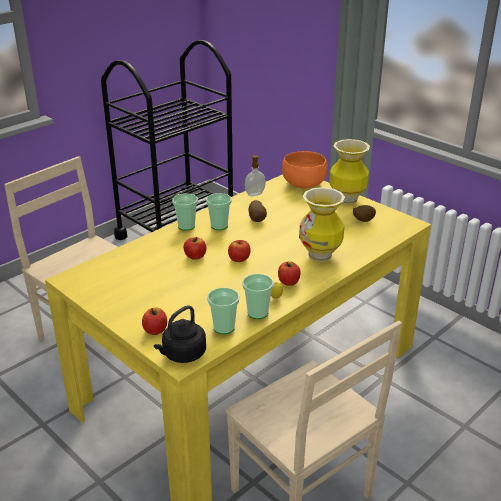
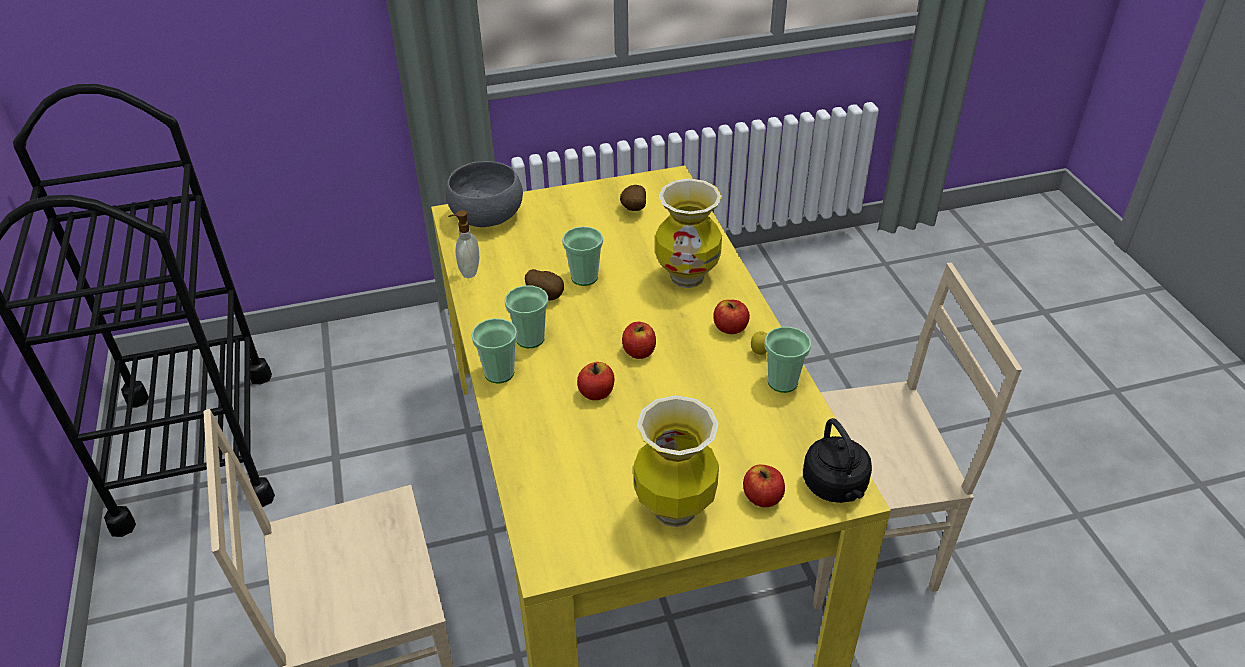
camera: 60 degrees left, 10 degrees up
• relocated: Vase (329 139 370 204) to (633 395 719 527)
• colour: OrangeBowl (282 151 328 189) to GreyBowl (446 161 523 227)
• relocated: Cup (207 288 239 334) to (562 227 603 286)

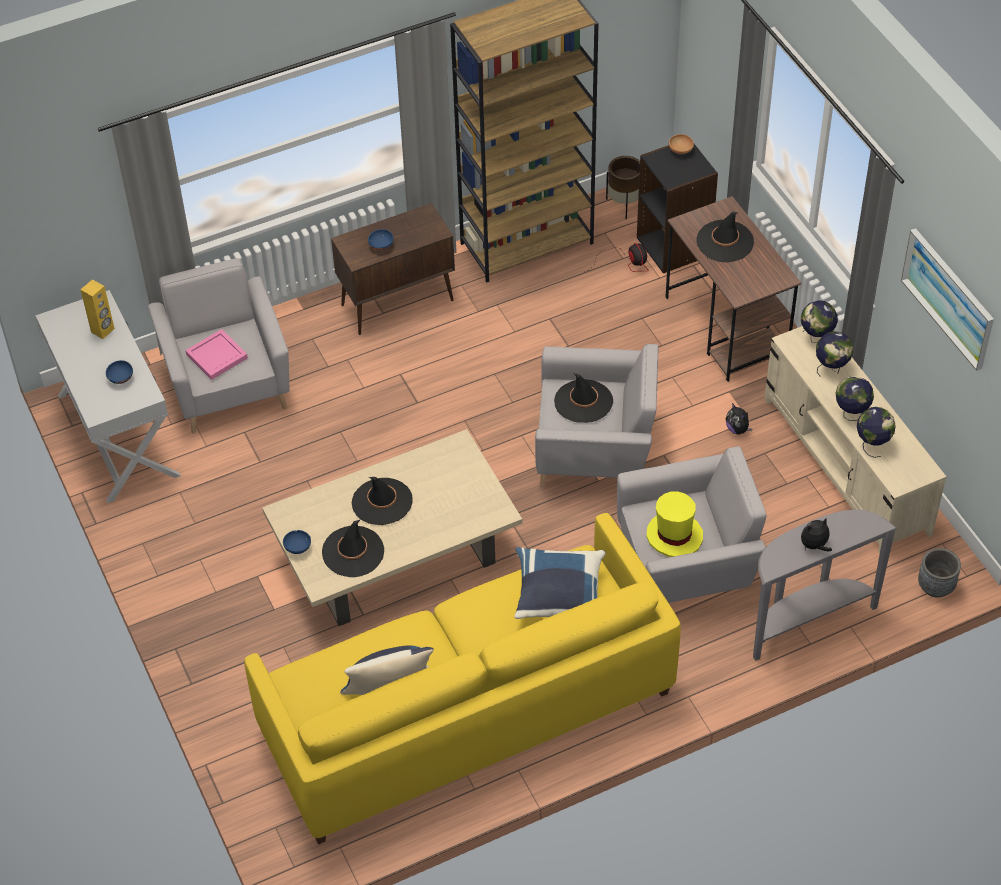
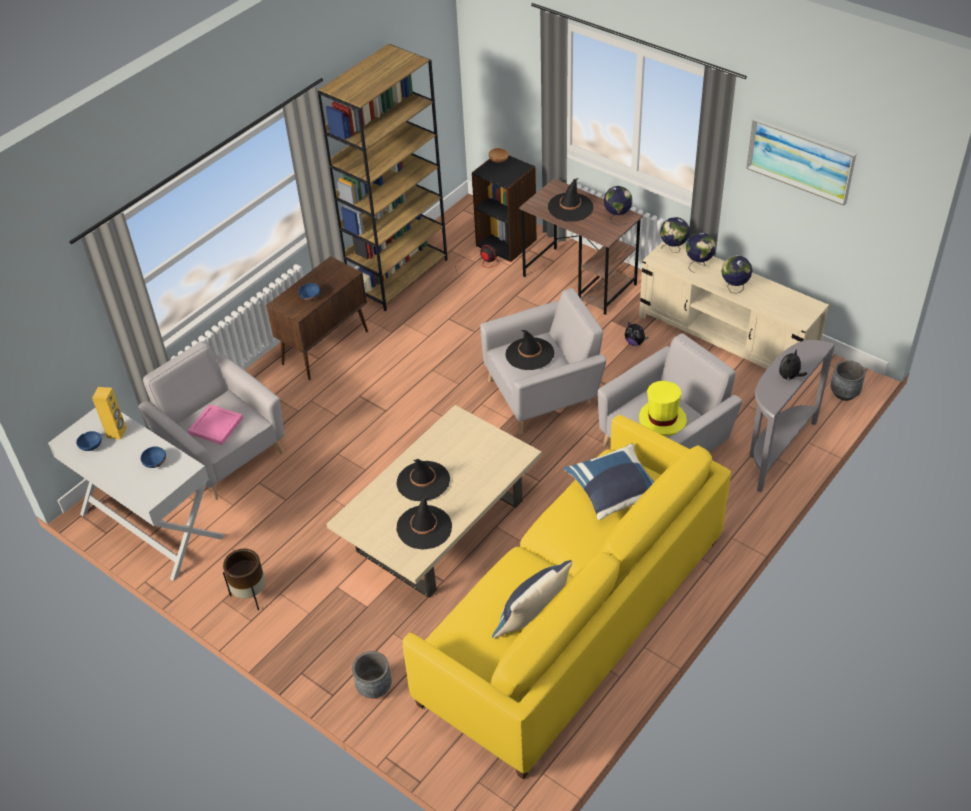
camera: 25 degrees left, 5 degrees down
• relocated: BrownPlanter (606 156 640 219) to (223 549 265 610)
• relocated: Globe (857 407 896 458) to (604 186 632 225)
• relocated: BlueBowl (283 530 311 554) to (76 431 102 451)
• appeared: GreyPlanter (352 651 392 698)

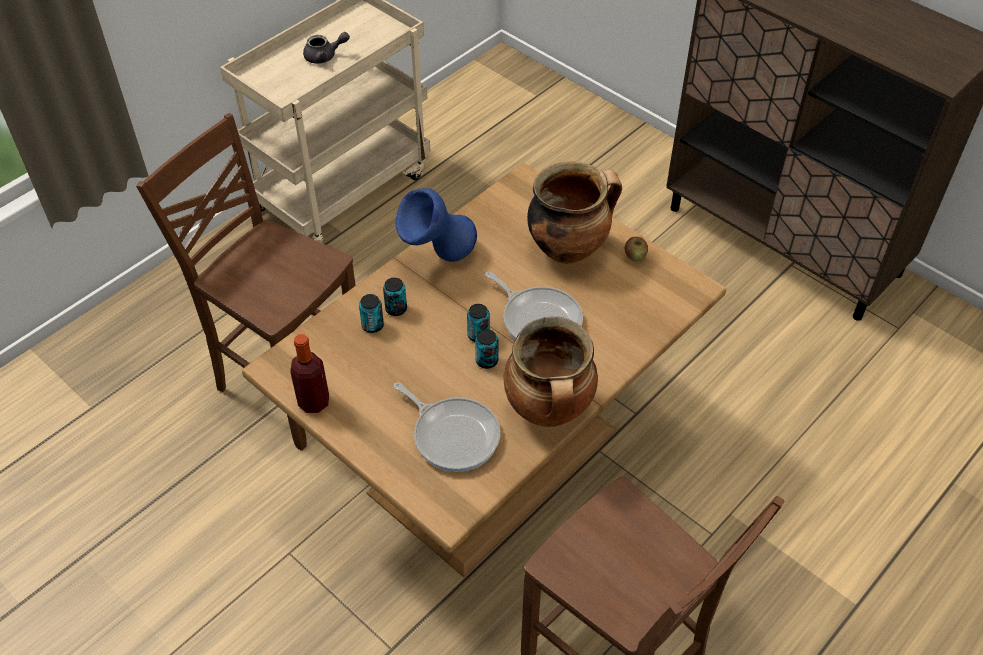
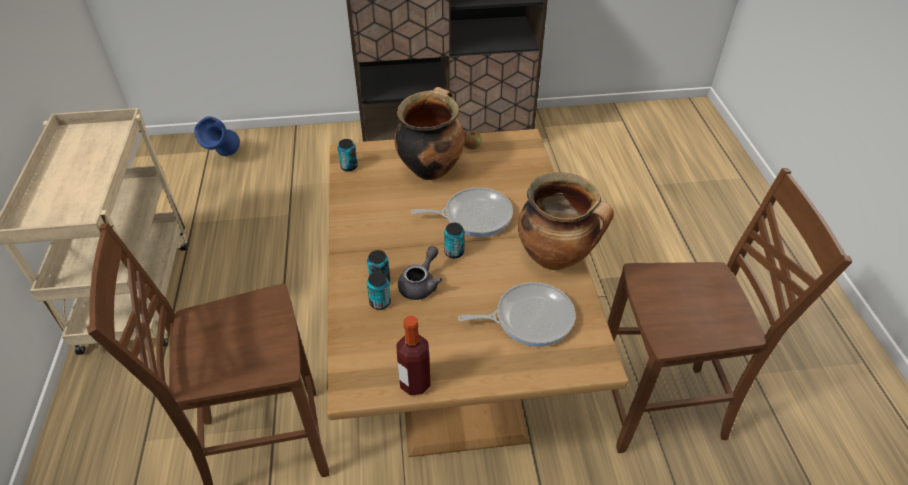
camera: 50 degrees left, 5 degrees down
• relocated: GreyTeapot (303 32 350 64) to (398 246 442 300)
• relocated: BlueVase (396 188 477 262) to (194 116 240 156)
• relocated: Can (475 329 499 369) to (338 139 358 172)

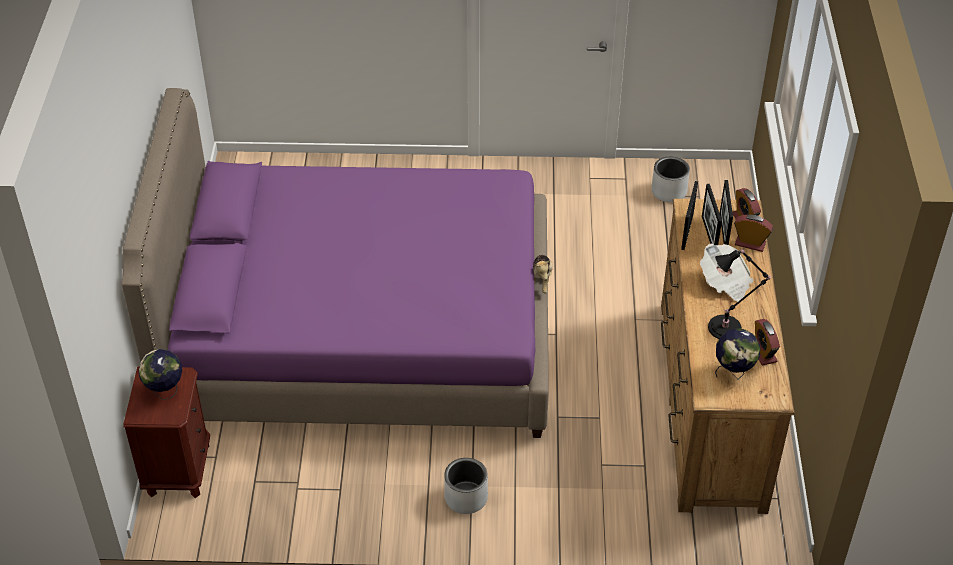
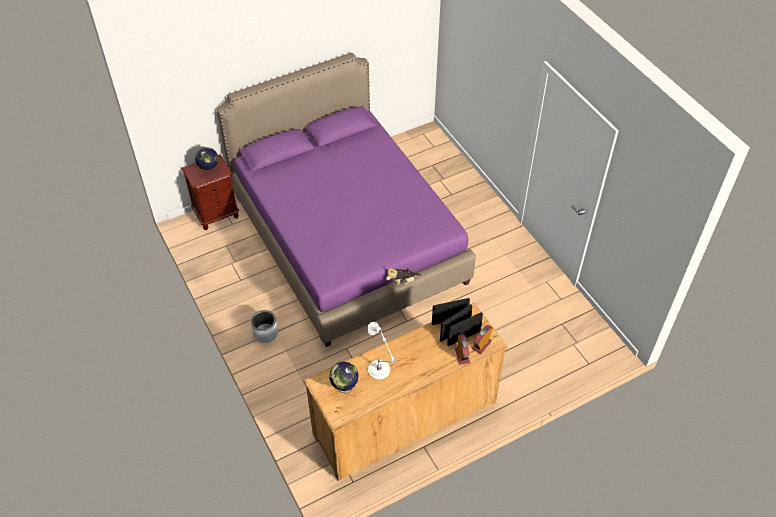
camera: 60 degrees right, 5 degrees up
• missing: GreyPlanter (651 157 690 202)
• missing: Newspaper (700 244 753 302)
• colour: BlackTableLamp (708 249 771 339) to WhiteTableLamp (367 322 397 380)
• missing: AlarmClock (755 319 780 366)

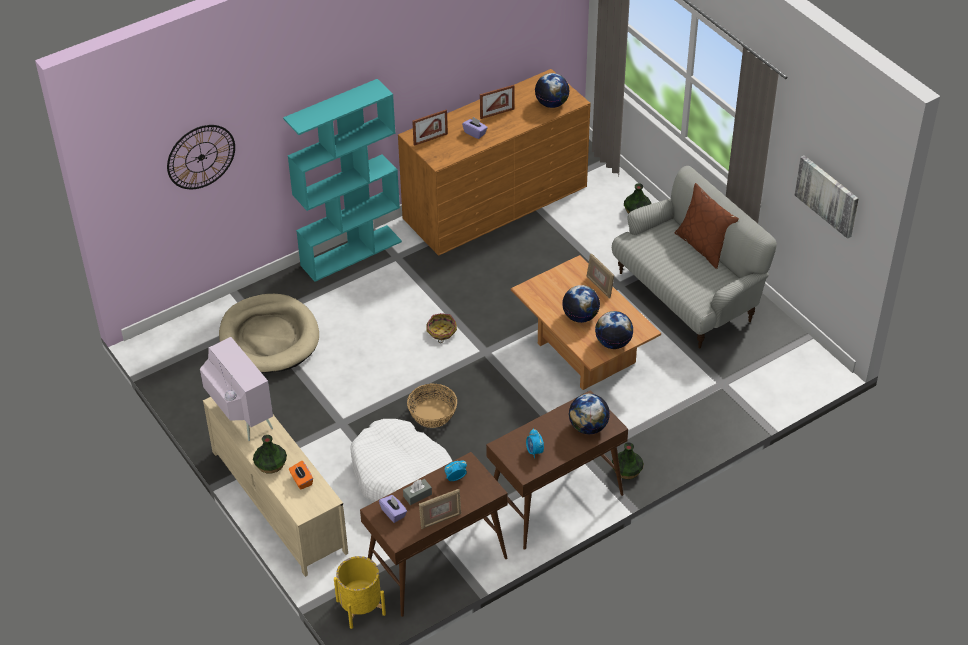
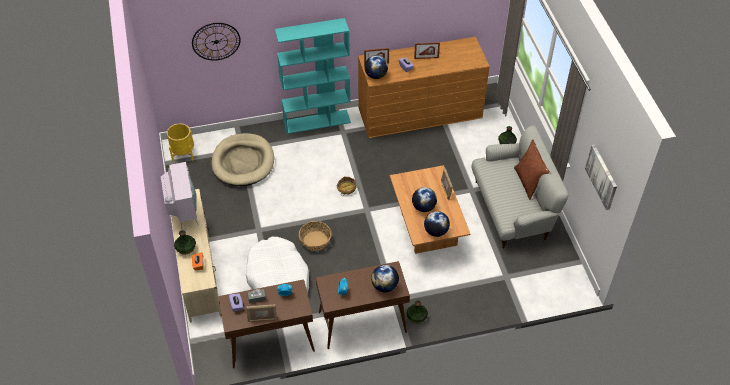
camera: 20 degrees right, 5 degrees up
• relocated: Globe (535 73 570 108) to (365 55 388 79)
• relocated: YellowPlanter (334 556 386 629) to (167 123 194 162)

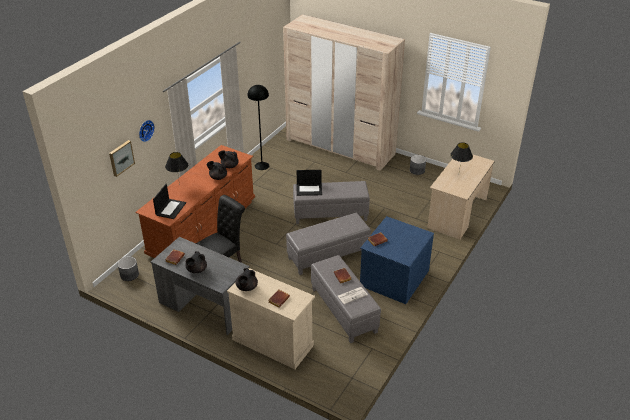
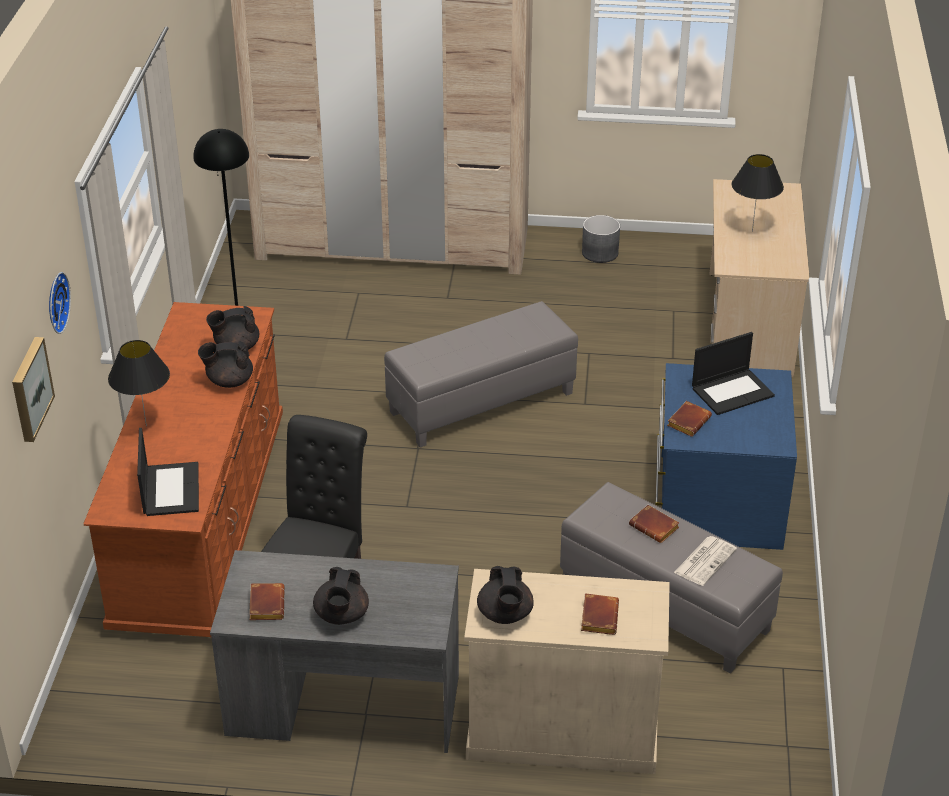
camera: 25 degrees left, 0 degrees up
• relocated: Laptop (297 170 322 196) to (692 332 775 415)
• missing: GreyOttoman (286 213 371 275)
• missing: GreyPlanter (117 256 139 281)

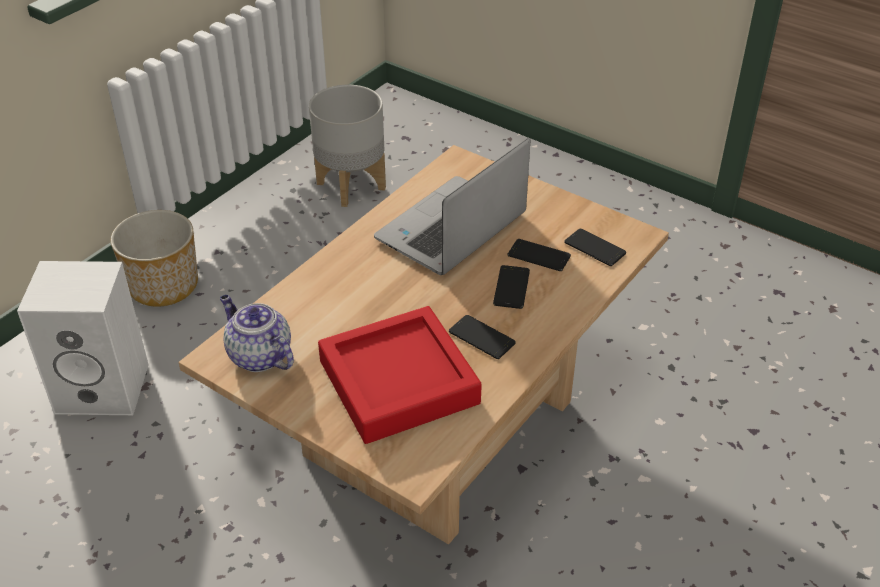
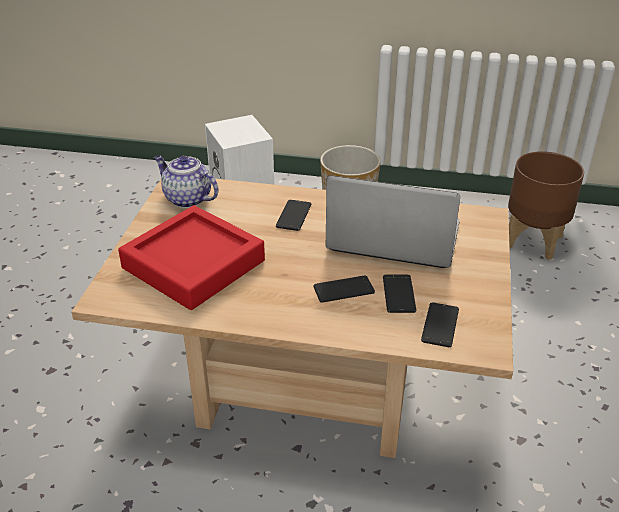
camera: 65 degrees right, 5 degrees down
• colour: GreyPlanter (309 85 386 207) to BrownPlanter (508 151 584 260)
• spun: Teapot (220 295 294 372) = (154 155 218 208) 75 degrees counterclockwise
• relocated: Phone (449 315 516 359) to (276 200 311 231)

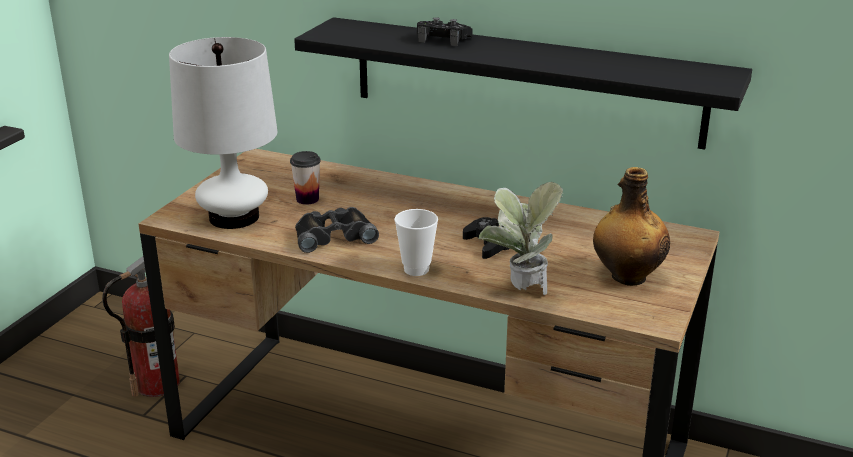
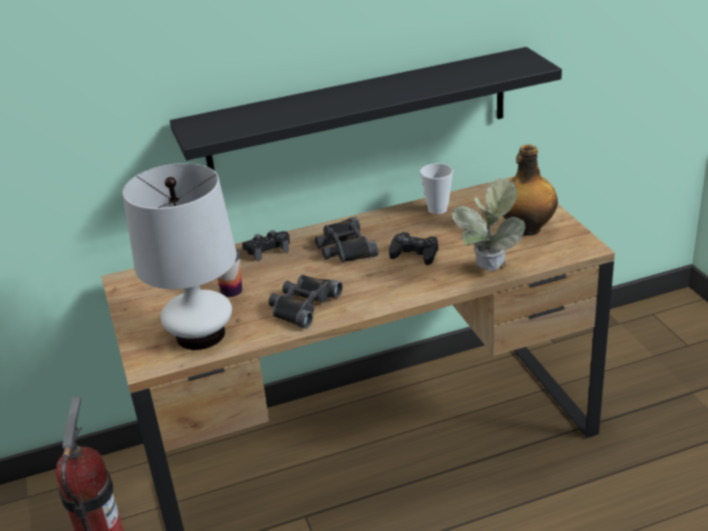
camera: 40 degrees left, 5 degrees up
• relocated: BlackGameController (417 17 473 46) to (242 230 290 261)
• relocated: Cup (394 209 438 276) to (420 163 453 214)
• appeared: BlackBinoculars (315 217 378 262)

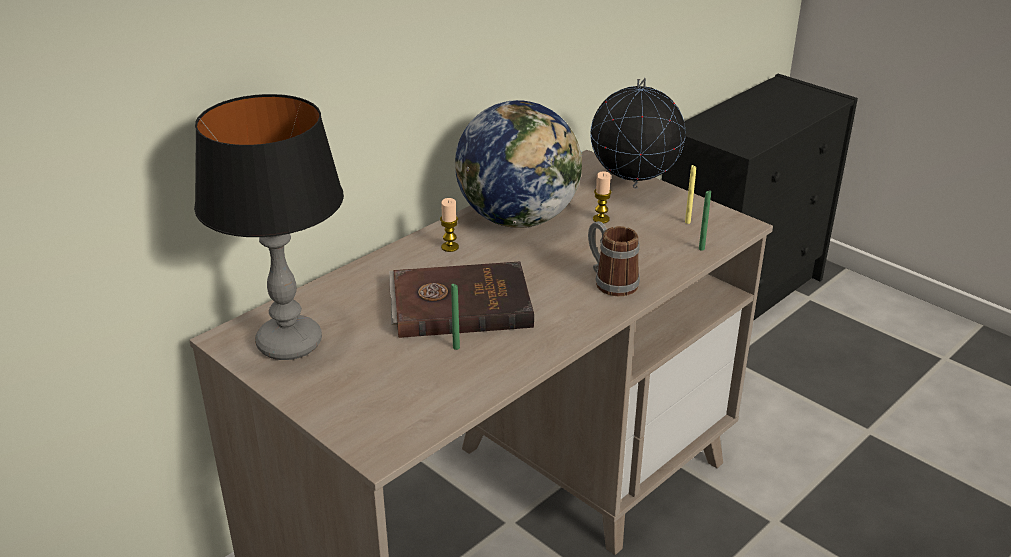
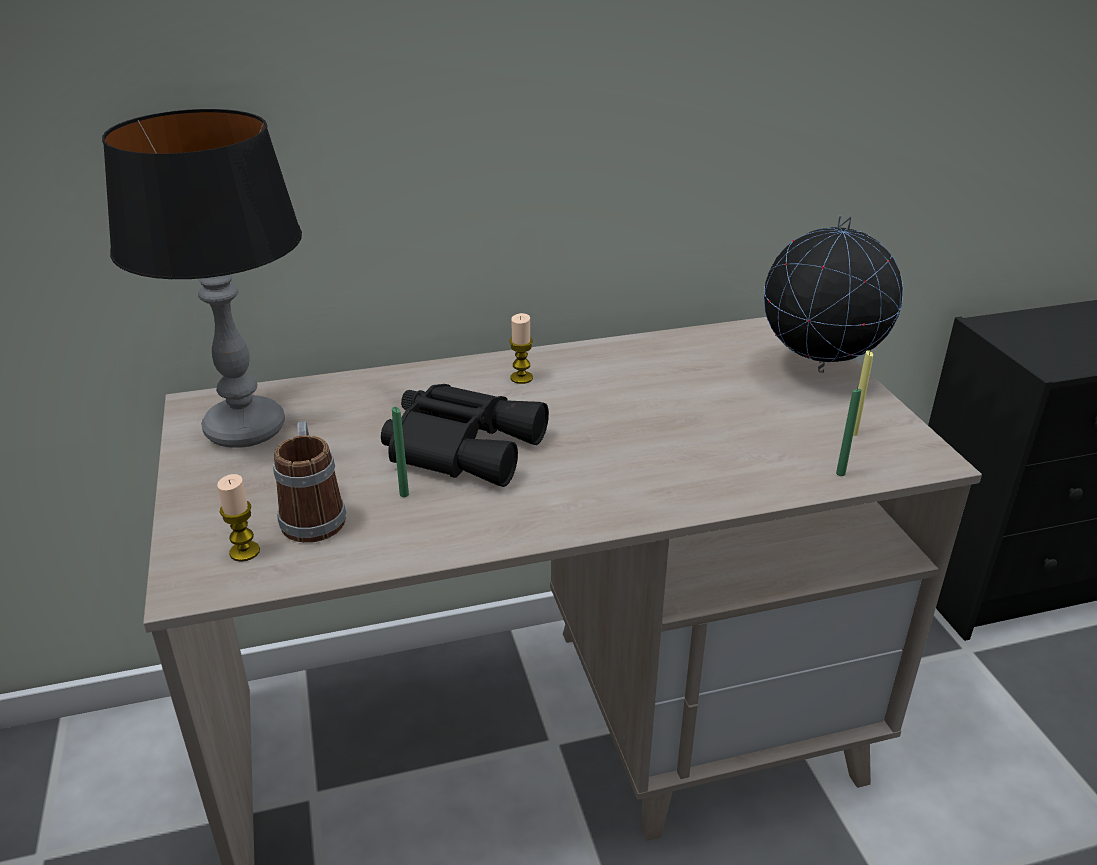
camera: 30 degrees right, 0 degrees up
• missing: Globe (455 100 582 228)
• relocated: Candle (593 171 611 223) to (217 474 260 562)
• relocated: Mug (588 221 640 296) to (273 421 346 543)
• exchanged: BrownBook (389 261 534 338) to BlackBinoculars (381 384 549 487)

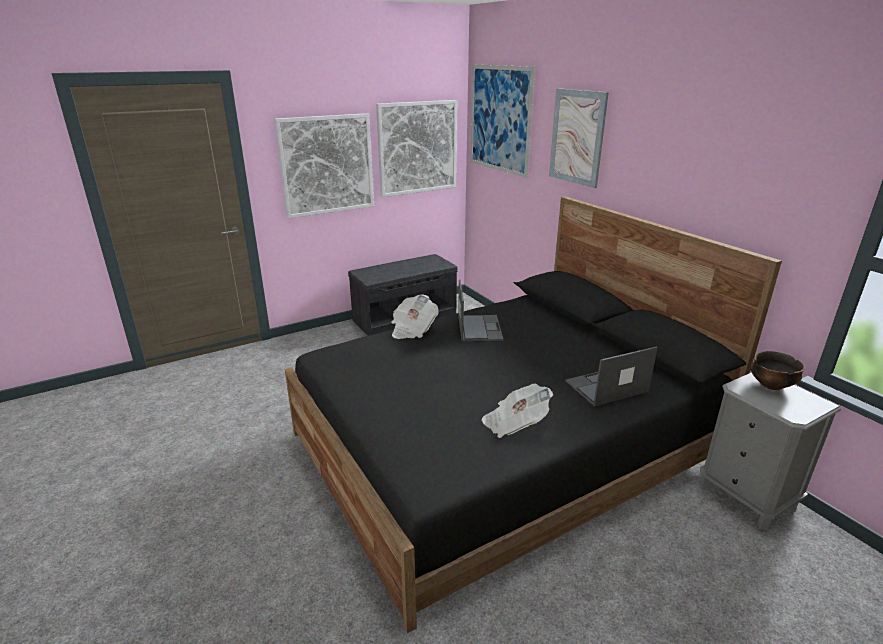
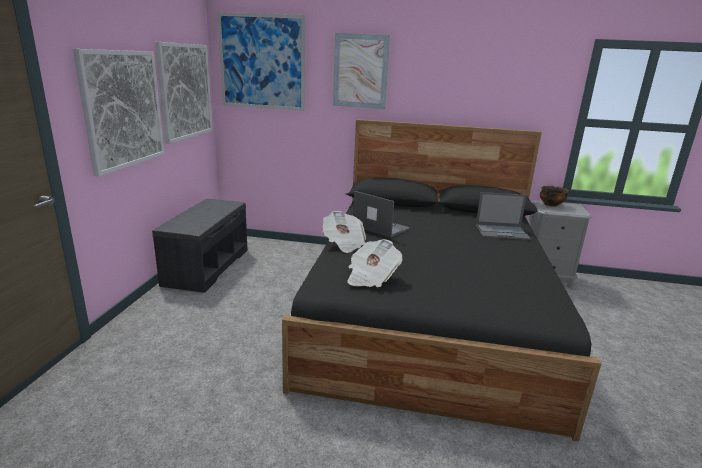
camera: 50 degrees left, 5 degrees down
• spun: Laptop (566 347 658 407) = (476 192 531 240) 105 degrees counterclockwise
• relocated: Newspaper (481 384 553 438) to (347 239 403 287)

